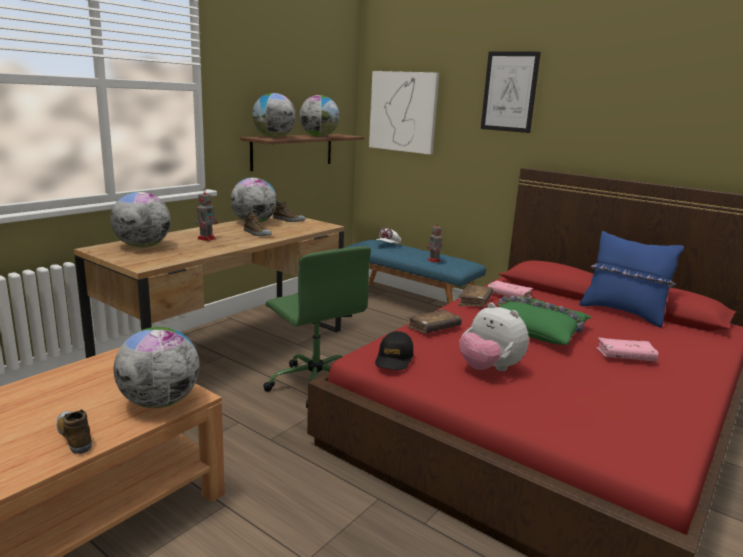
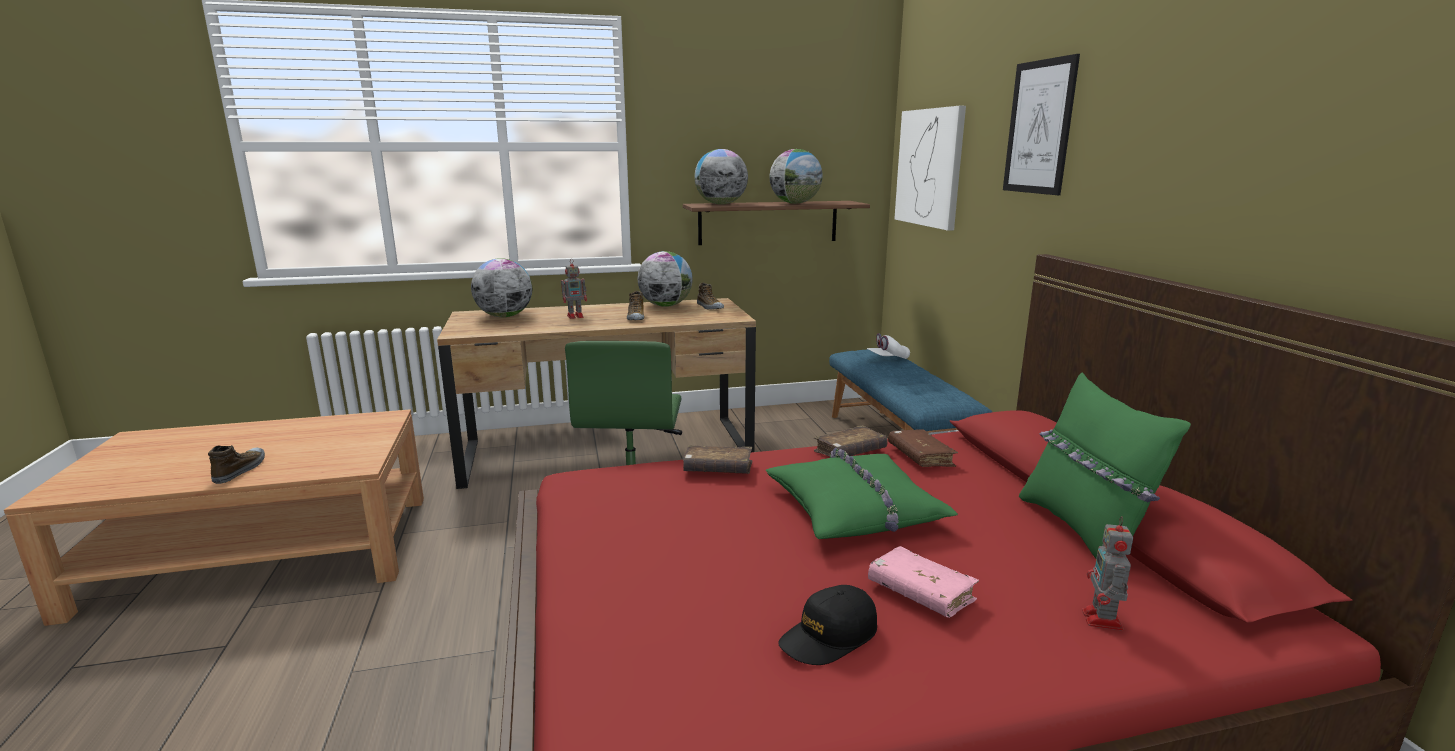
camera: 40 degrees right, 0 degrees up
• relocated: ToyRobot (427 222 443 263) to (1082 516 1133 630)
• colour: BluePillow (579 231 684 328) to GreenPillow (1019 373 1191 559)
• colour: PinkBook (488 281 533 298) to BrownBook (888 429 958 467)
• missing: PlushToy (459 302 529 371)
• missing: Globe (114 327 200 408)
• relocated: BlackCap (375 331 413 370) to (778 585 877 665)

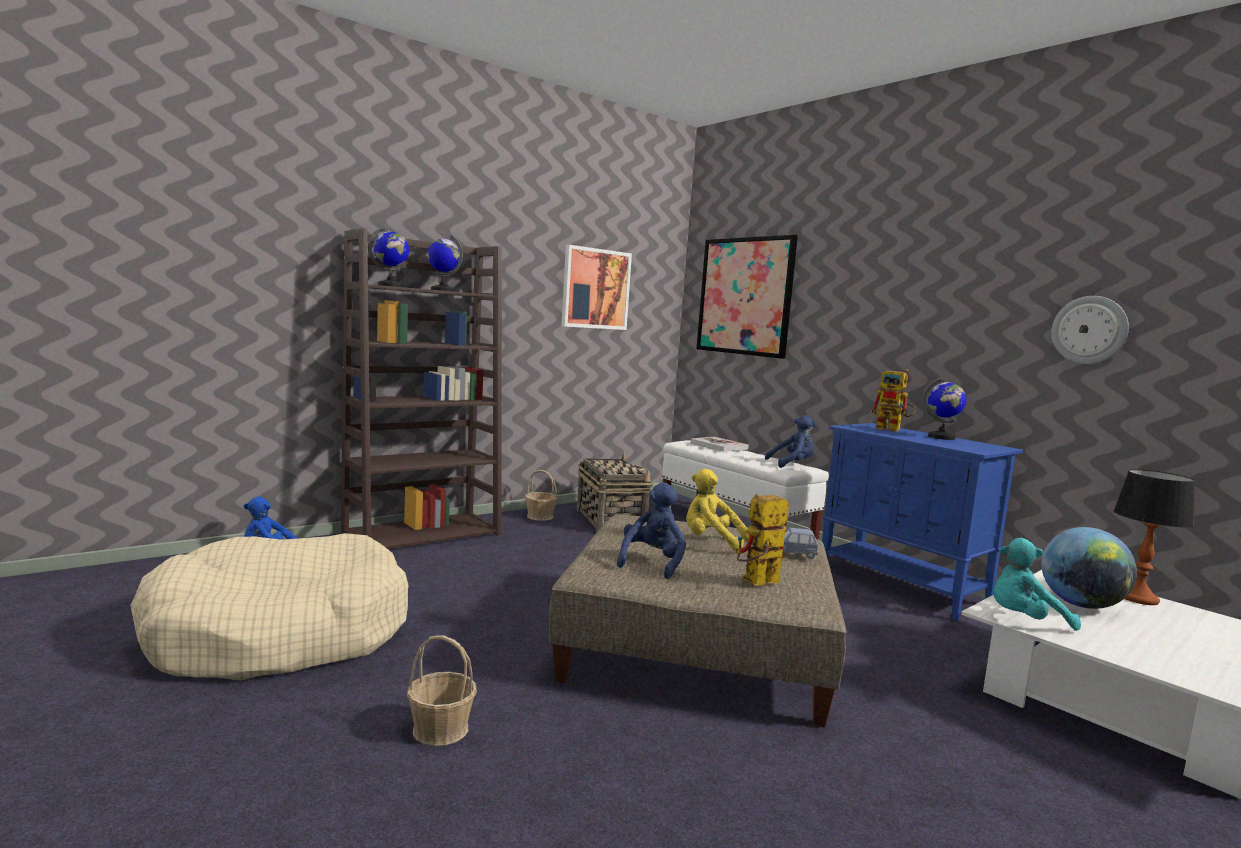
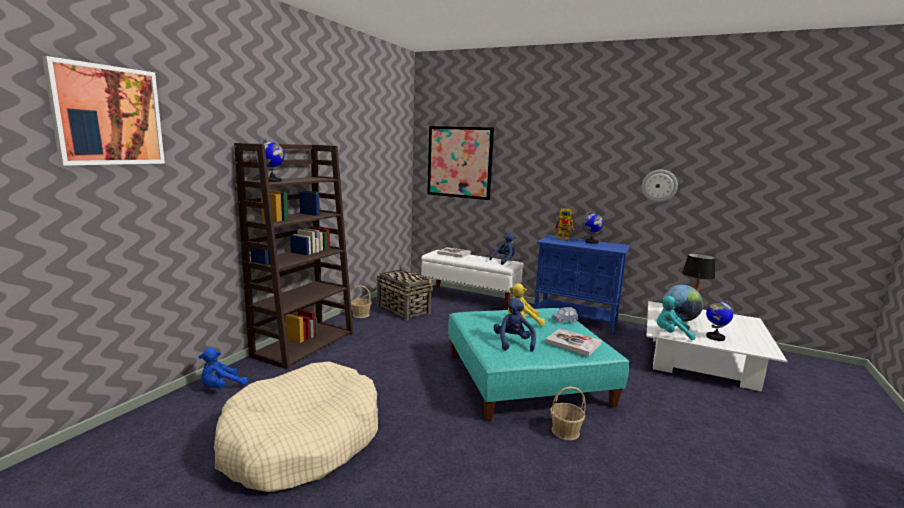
camera: 25 degrees left, 5 degrees up
• relocated: Globe (427 235 463 292) to (706 300 734 341)
• relocated: Picture (561 245 632 330) to (42 56 165 166)
• exchanged: ToyRobot (735 494 789 585) to Book (545 329 602 356)
• colour: BeigeOttoman (549 515 847 728) to TurquoiseOttoman (448 308 630 421)
• spun: TurquoisePlushToy (993 538 1081 631) = (657 296 696 340) 45 degrees clockwise
• relocated: Basket (407 635 477 746) to (550 387 586 440)

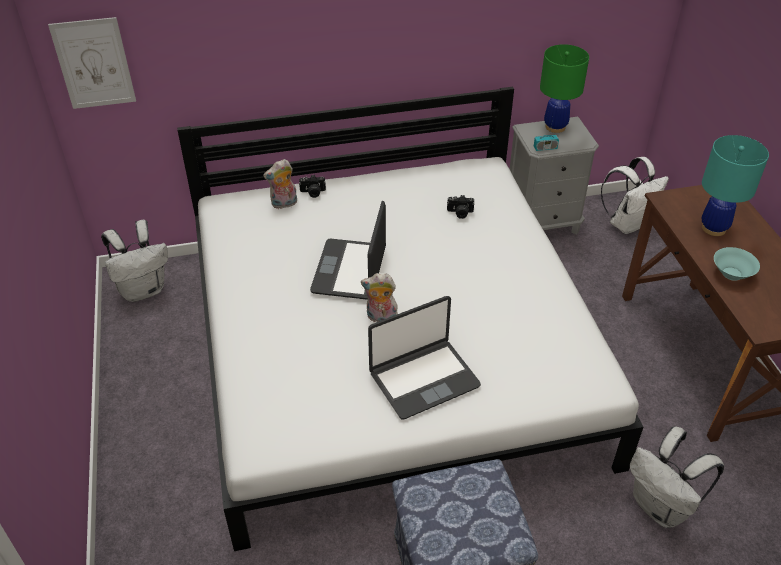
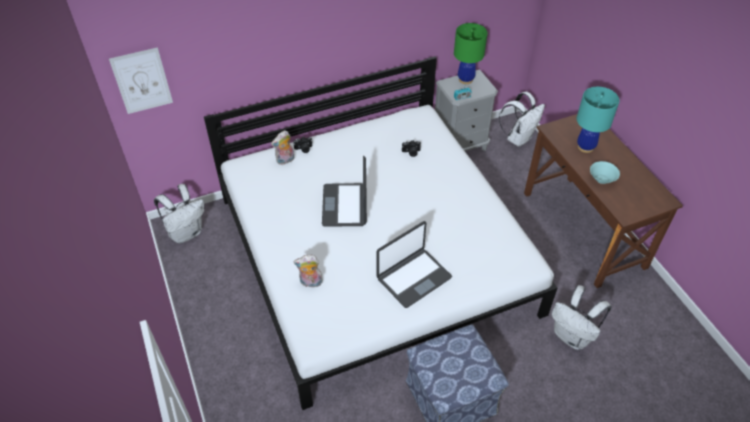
camera: 10 degrees left, 5 degrees up
• relocated: PlushToy (361 273 398 322) to (293 255 323 288)

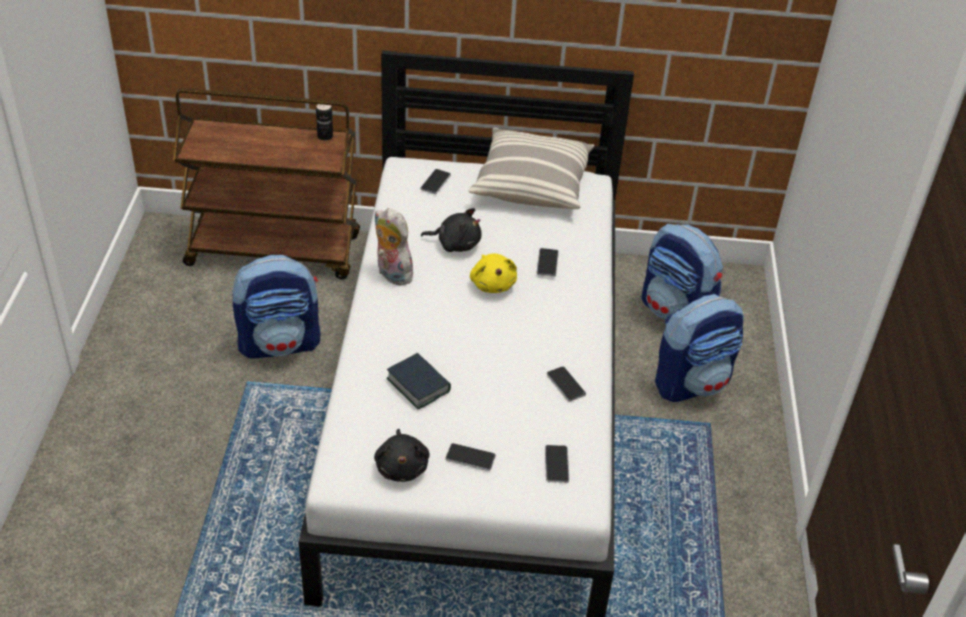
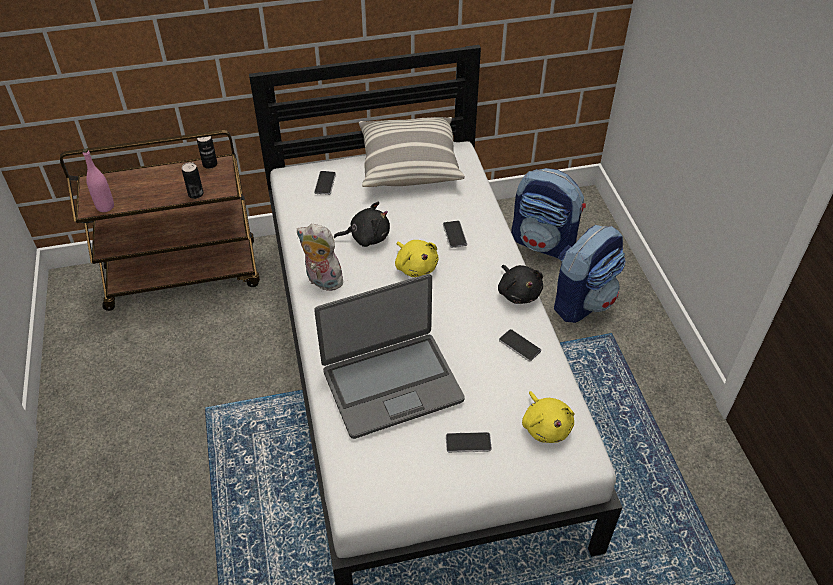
camera: 15 degrees left, 5 degrees up
• missing: Backpack (232 255 321 359)
• exchanged: Book (387 353 451 409) to Laptop (314 274 465 439)
• relocated: BlackPlushToy (374 429 430 482) to (498 265 543 304)
• exchanged: Phone (545 445 569 483) to YellowPlushToy (522 391 575 443)
• appeared: PinkBottle (83 149 114 212)
• appeared: Can (182 162 204 199)

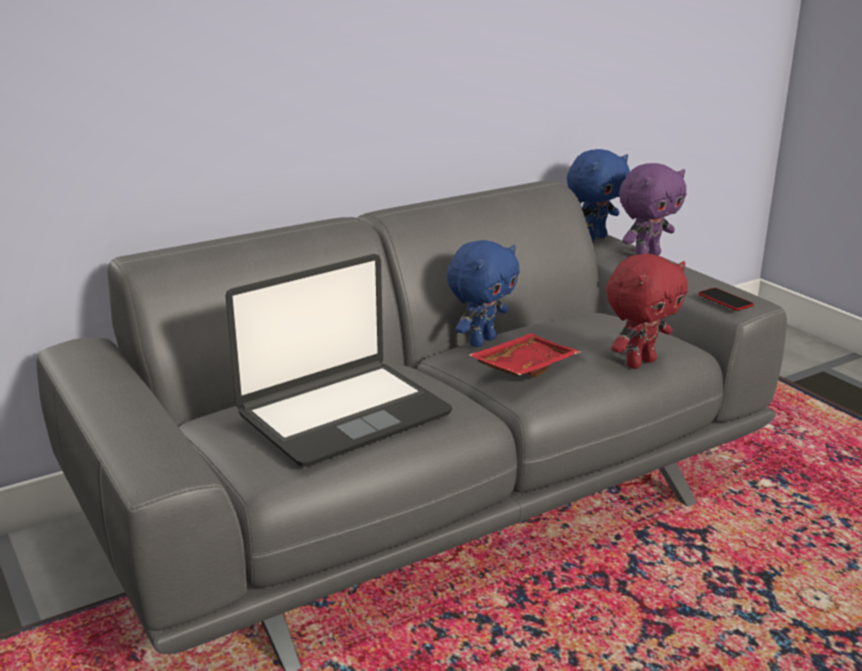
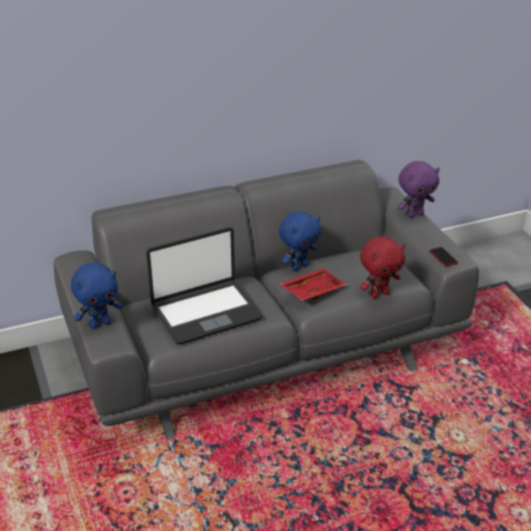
camera: 10 degrees right, 10 degrees up
• relocated: BluePlushToy (567 149 630 241) to (71 263 122 329)

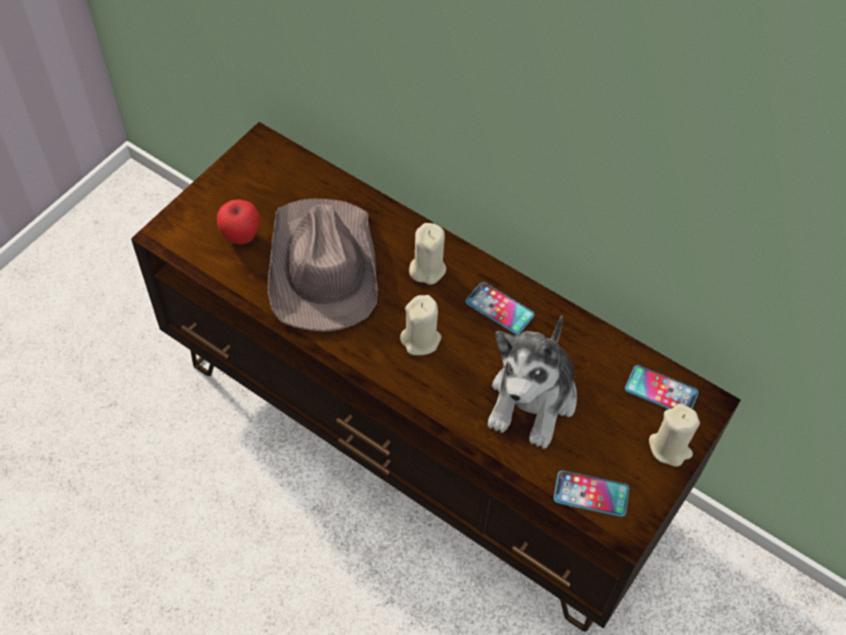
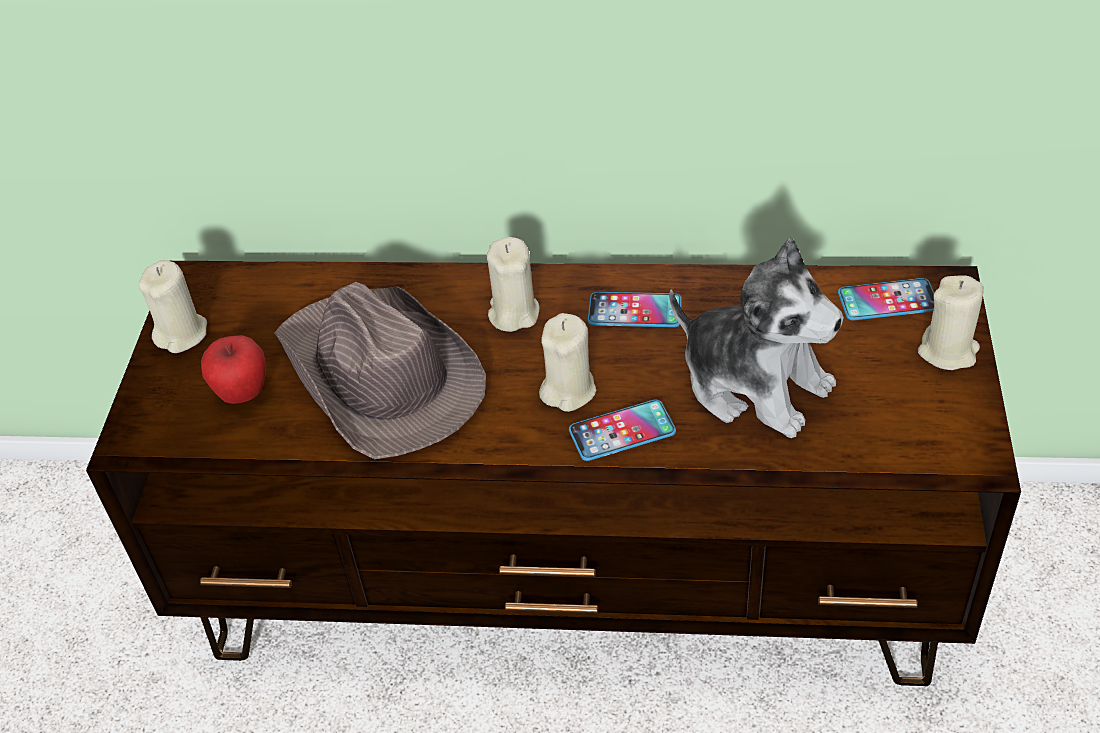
camera: 25 degrees left, 10 degrees down
• spun: PlushToy (488 315 577 449) = (669 238 844 438) 45 degrees counterclockwise
• relocated: Phone (554 470 629 517) to (569 400 676 461)
• appeared: BeigeCandle (138 260 207 353)

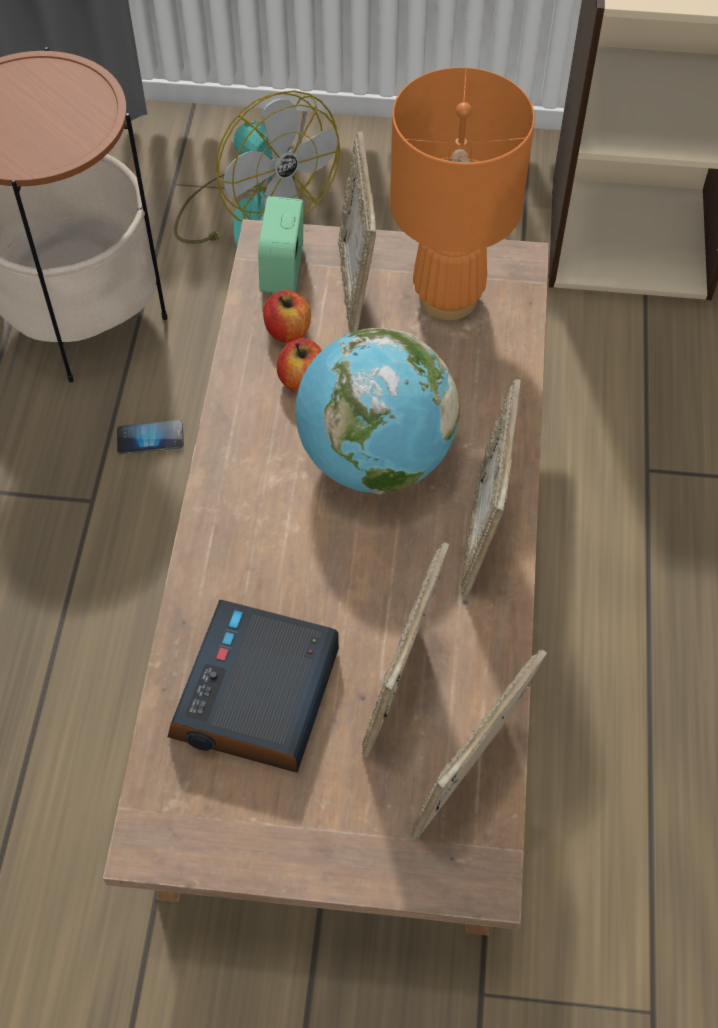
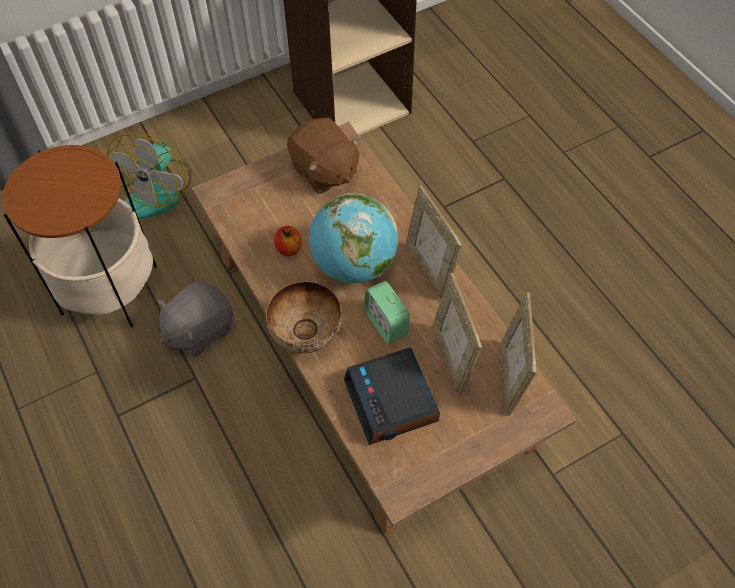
camera: 35 degrees left, 0 degrees up
• exchanged: OrangeTableLamp (390 67 535 320) to BrownPlushToy (287 118 361 194)
• spun: Fan (174 90 340 249) = (107 133 192 219) 90 degrees clockwise
• missing: PictureFrame (338 131 377 333)
• relocated: AlarmClock (258 196 303 293) to (365 281 410 344)
• missing: Apple (263 290 311 343)
• exchanged: Phone (117 420 184 454) to GreyPlushToy (157 281 233 356)
• appeared: Bowl (266 281 342 353)

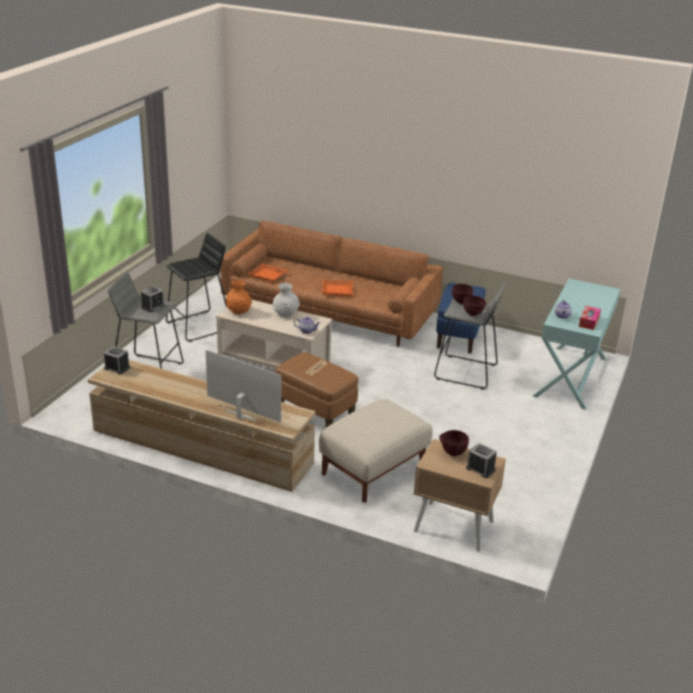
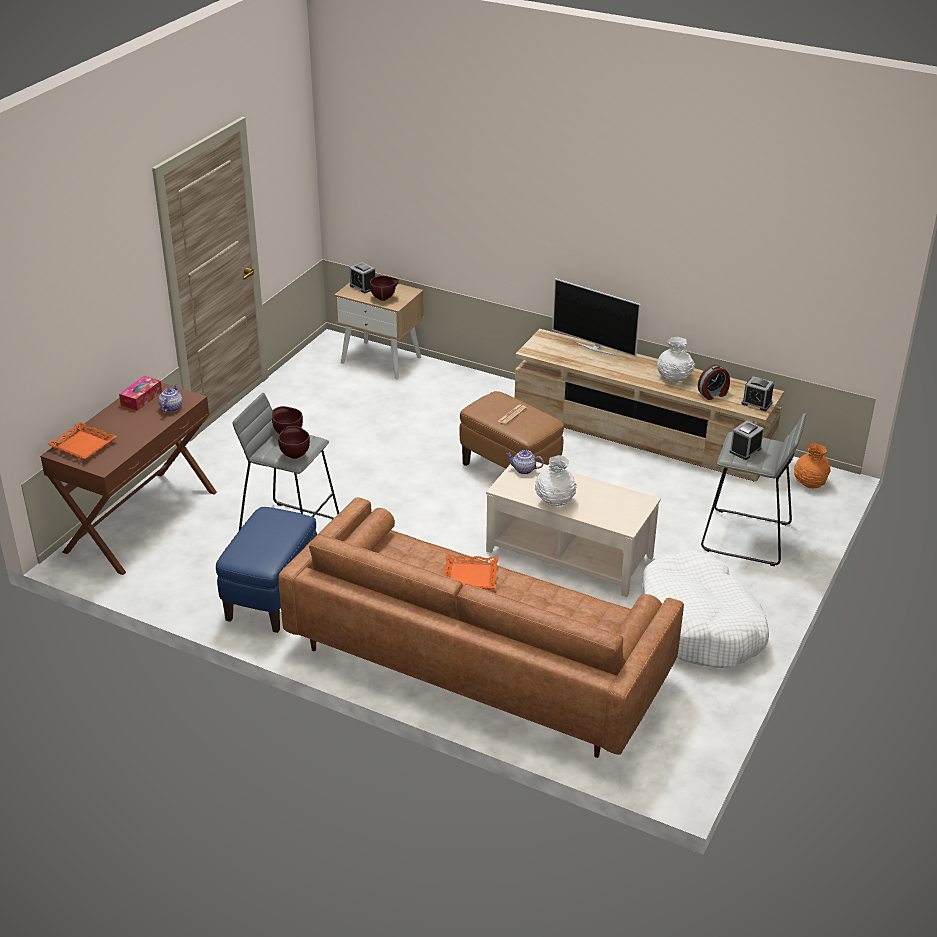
camera: 175 degrees left, 5 degrees up
• exchanged: BlackStool (166 233 227 342) to WhiteDogBed (641 550 769 668)
• relocated: OrangeTray (248 263 288 282) to (47 422 117 460)
• colour: TurquoiseConsoleTable (533 278 620 410) to BrownConsoleTable (40 382 217 575)
• relocated: OrangeVase (226 280 252 314) to (794 443 831 488)
• missing: BeigeOttoman (319 399 432 503)
• appeared: WhiteVase (657 337 695 383)
• appeared: AlarmClock (698 365 730 400)

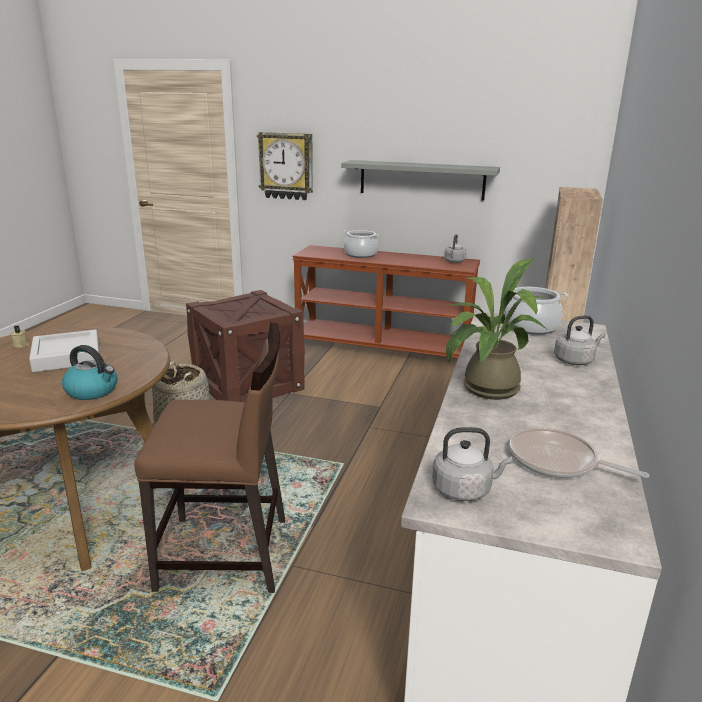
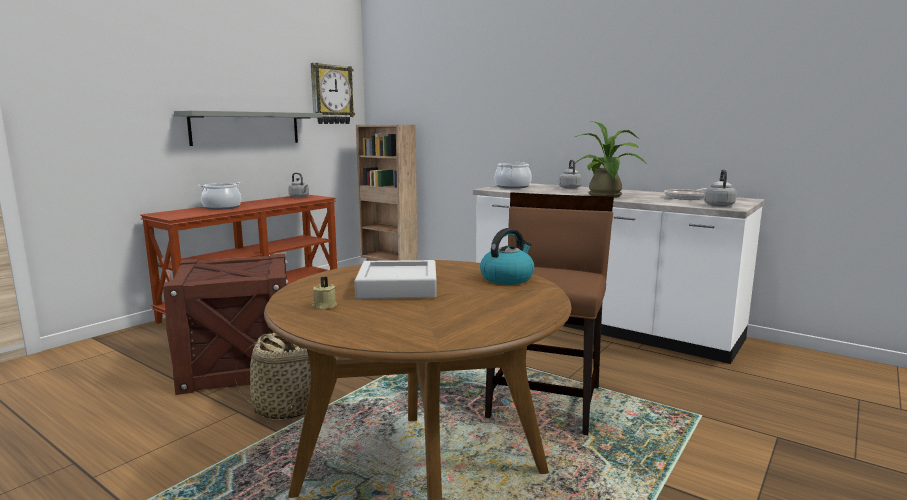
camera: 70 degrees left, 10 degrees down
• relocated: WallClock (257 132 313 200) to (311 63 355 124)

